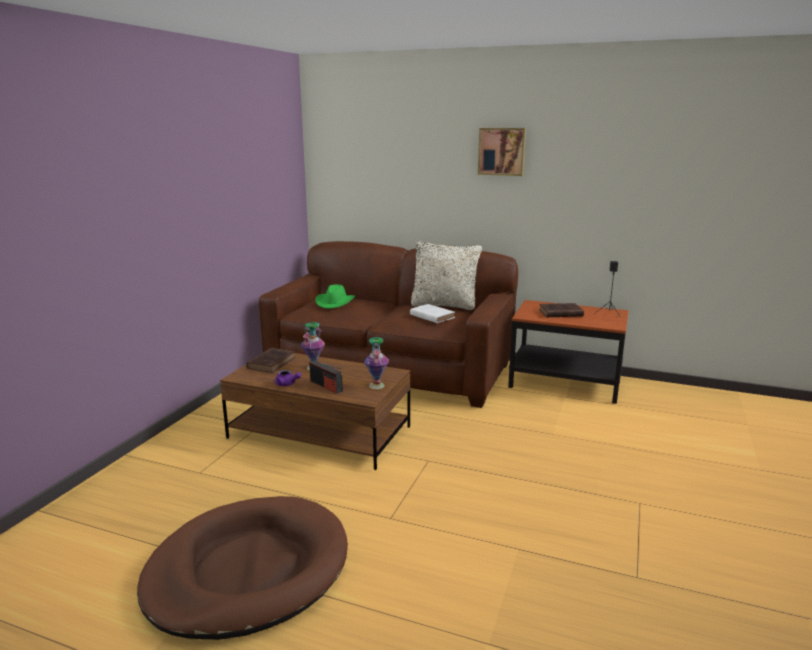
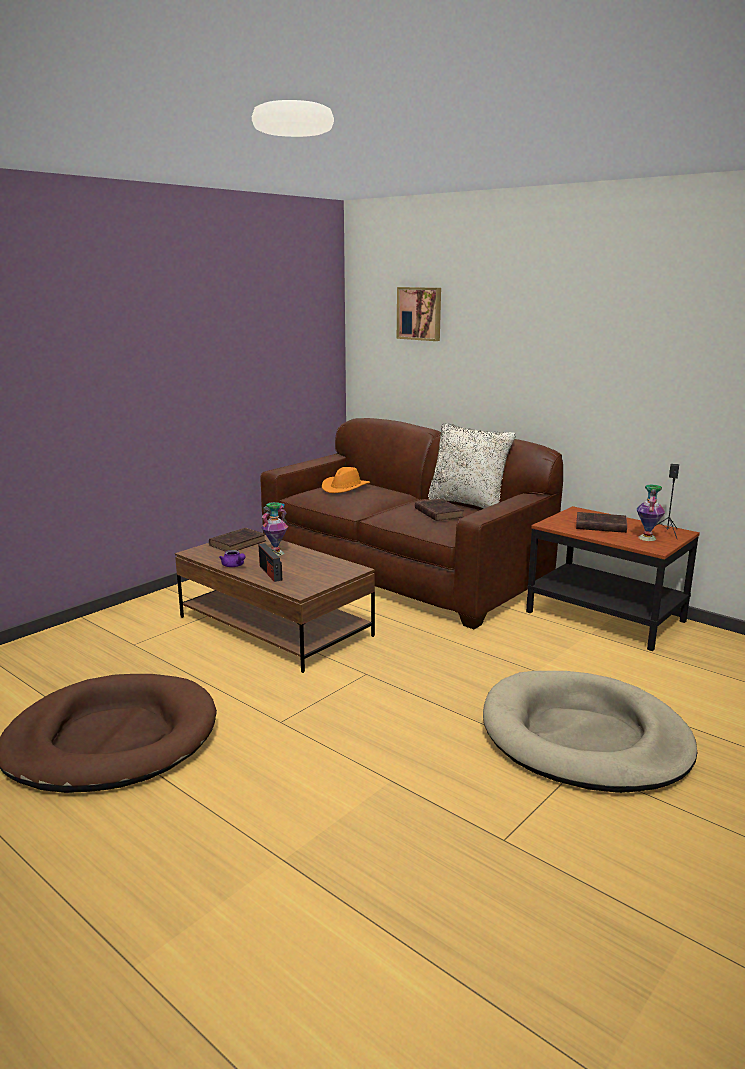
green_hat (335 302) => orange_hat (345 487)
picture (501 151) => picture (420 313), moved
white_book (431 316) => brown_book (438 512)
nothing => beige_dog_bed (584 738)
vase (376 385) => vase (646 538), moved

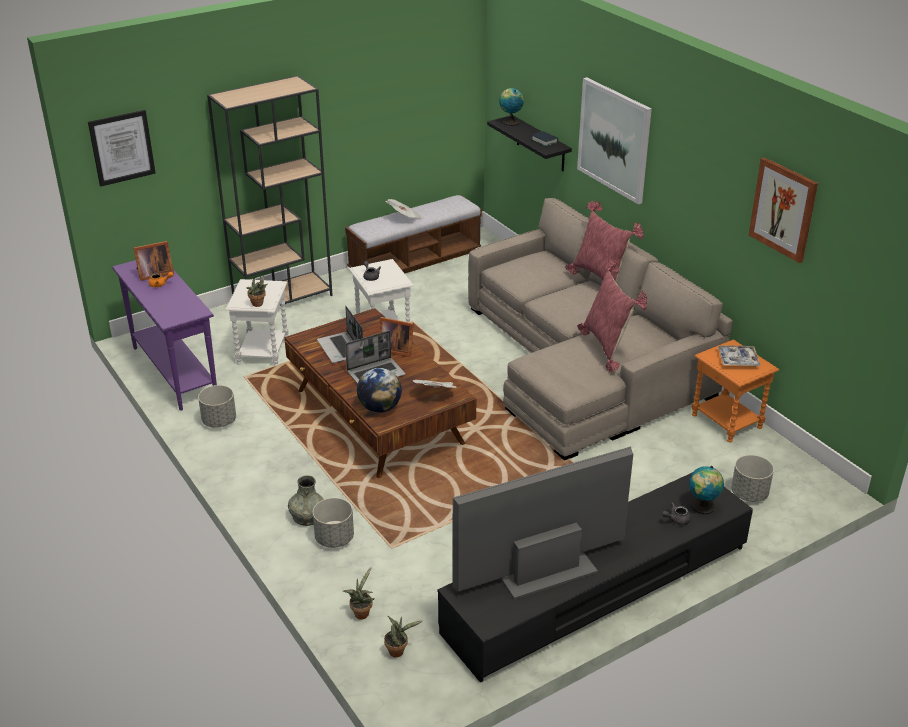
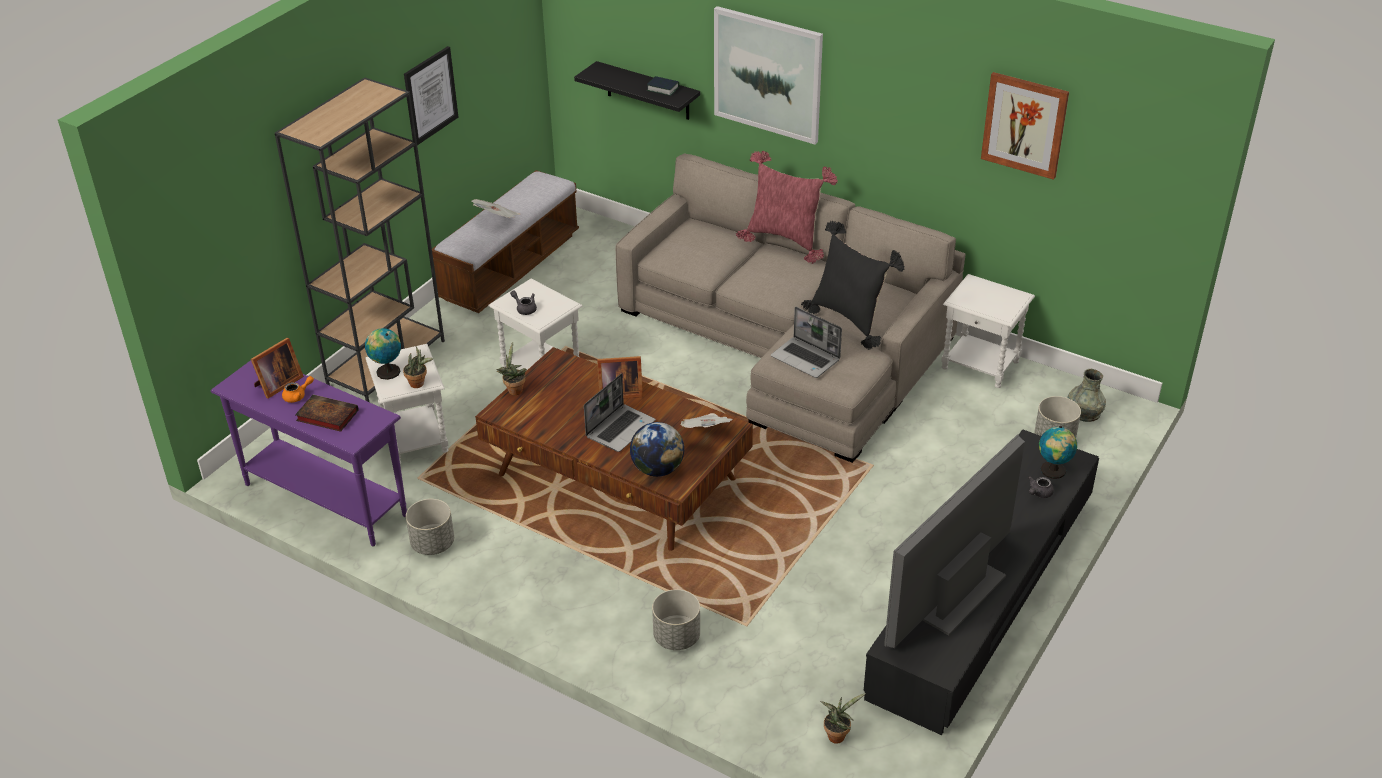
nothing => book (326 416)
globe (510 122) => globe (386 371), moved
picture (122 147) => picture (430 95), moved
potted_plant (361 612) => potted_plant (514 389), moved
laptop (341 349) => laptop (806 358), moved
red_pillow (608 351) => black_pillow (850 324)
orange_side_table (727 420) => white_side_table (980 364)
grey_vase (307 516) => grey_vase (1084 412), moved
tray (738 360) => nothing

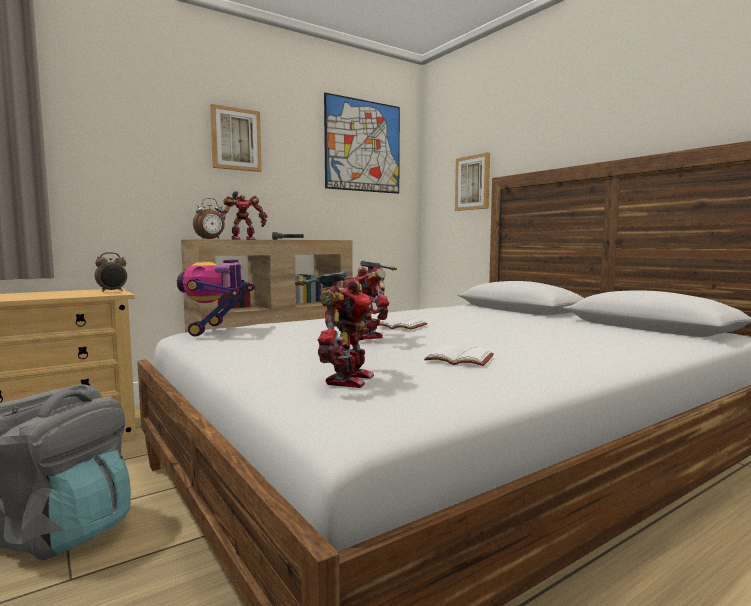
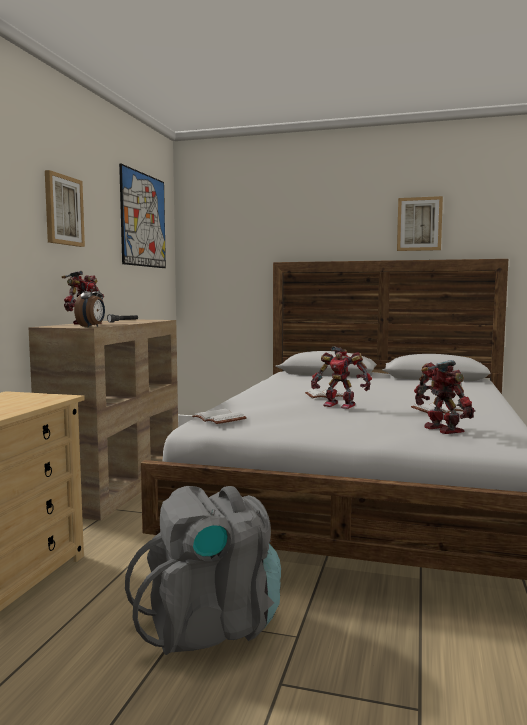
toy_robot (216 330) => white_book (220 419)
picture (473 183) => picture (419 224), moved
alarm_clock (112 291) => nothing

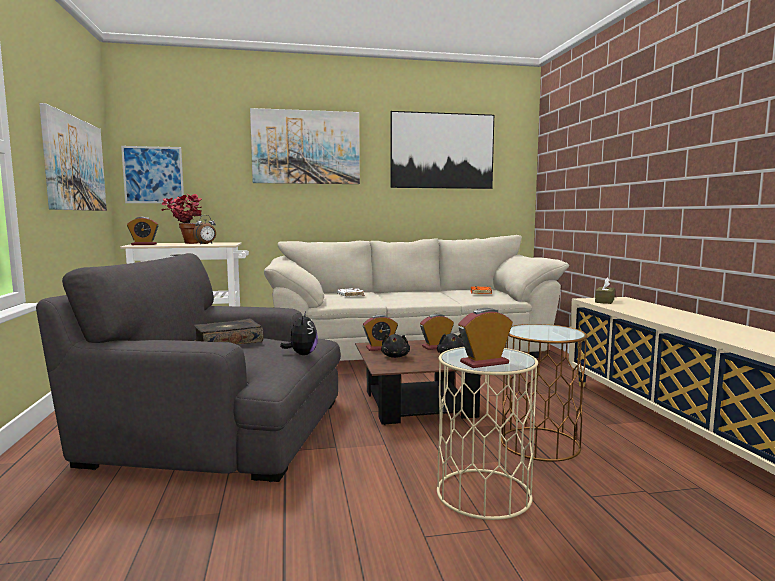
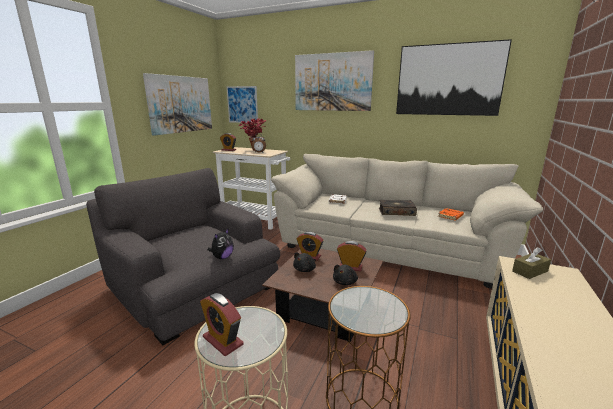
alarm_clock (484 363) => alarm_clock (223 341), 150 degrees counterclockwise
book (228 342) => book (396 212), moved

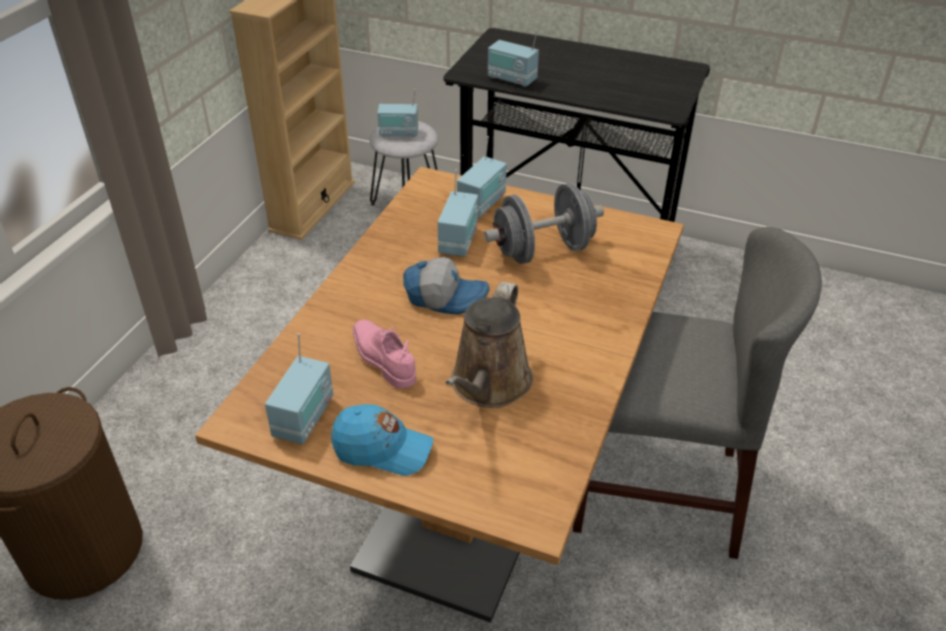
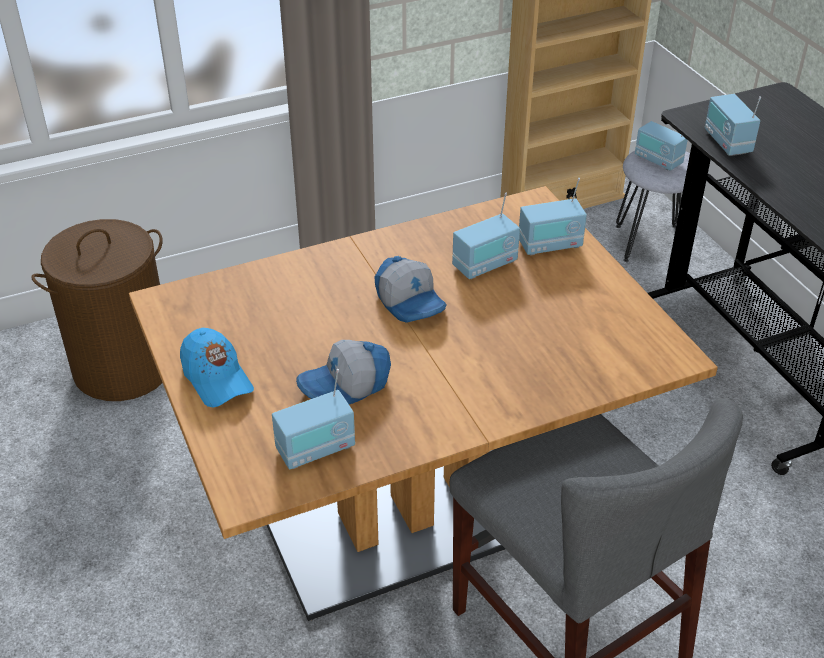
radio (304 418) => radio (316 449), moved
brown_watering_can (488 385) => cap (346 386)
pink_shoe (383 359) => nothing
grey_dumbbell (542 250) => nothing

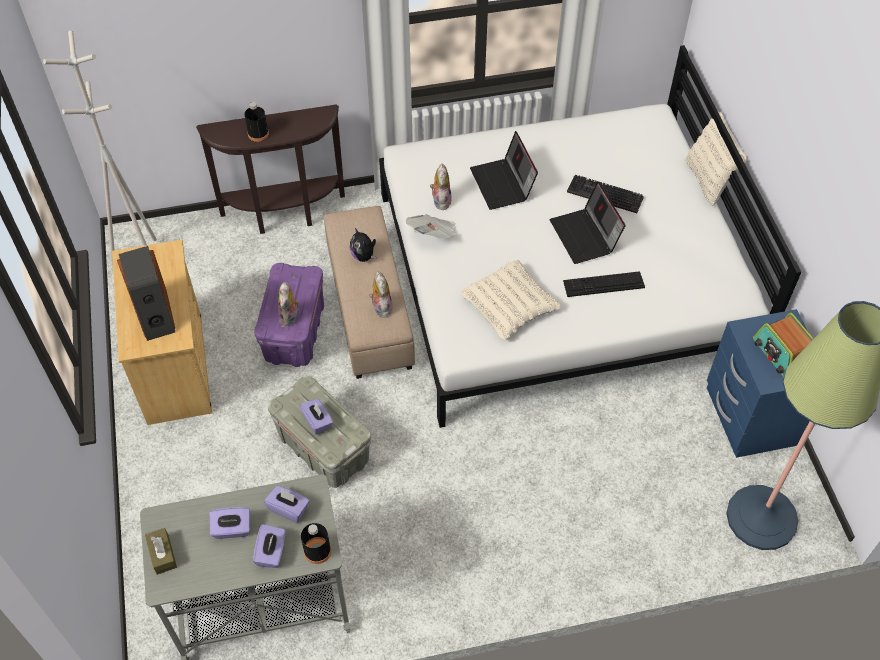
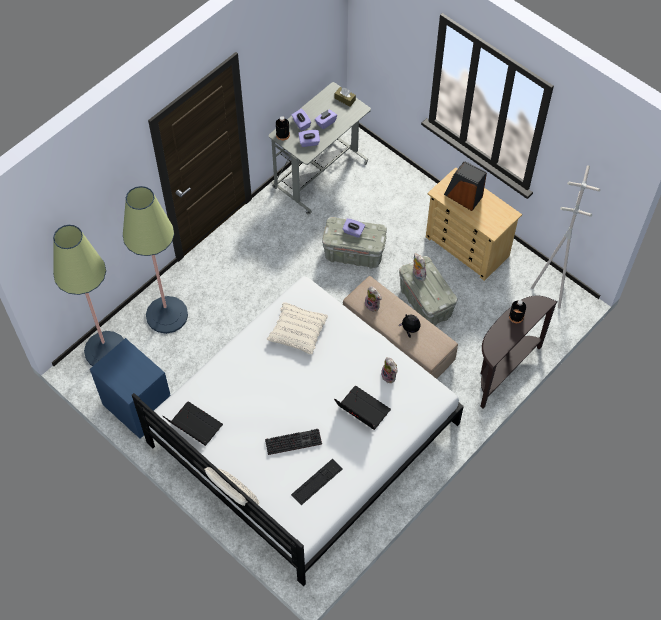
nothing => floor_lamp (167 315)
laptop (585 236) => laptop (193 426), moved
keyboard (603 284) => keyboard (317 482), moved
purple_storage_box (294 332) => grey_storage_box (426 302)
newspaper (433 235) => nothing
radio (781 354) => nothing

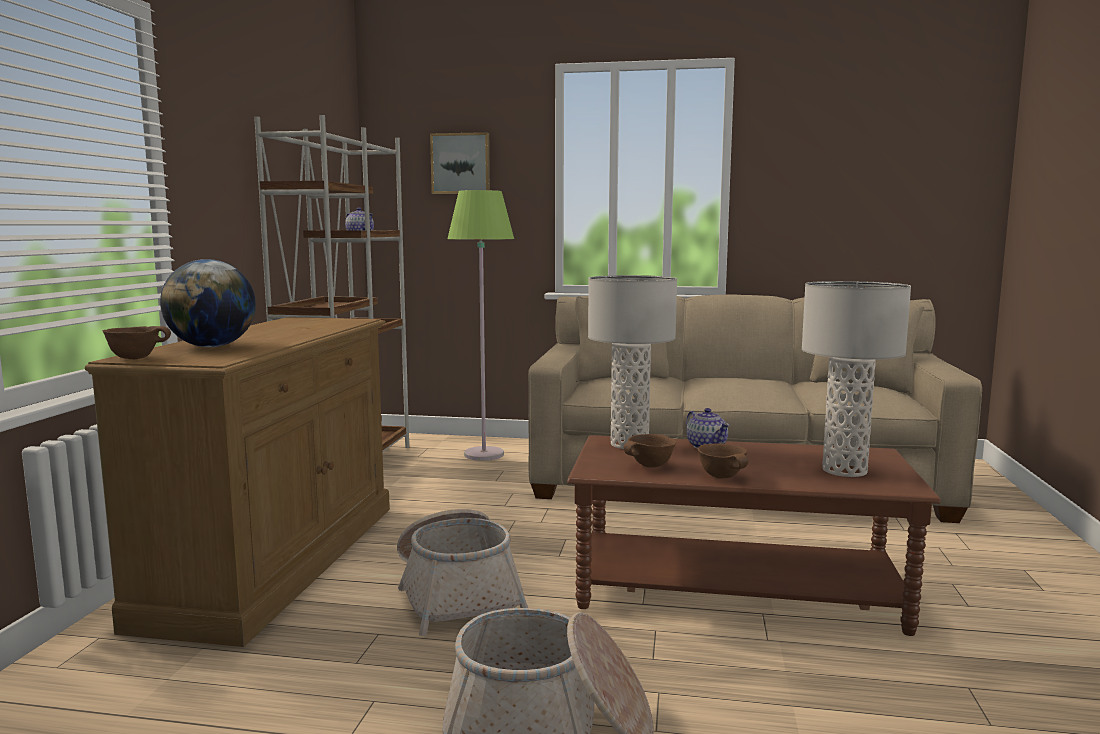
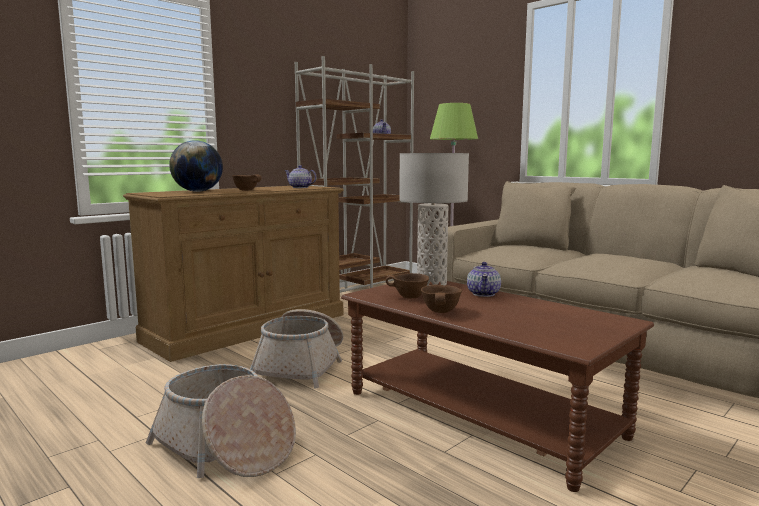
brown_bowl (136 358) => brown_bowl (247 190), moved
nothing => teapot (300 187)
picture (461 164) => nothing
white_table_lamp (845 470) => nothing

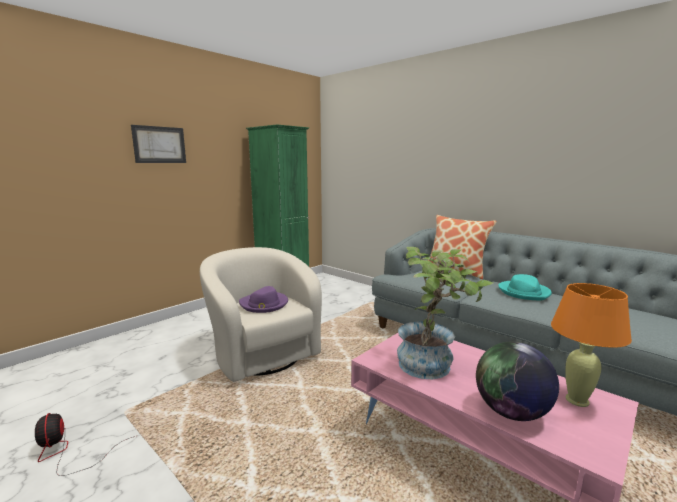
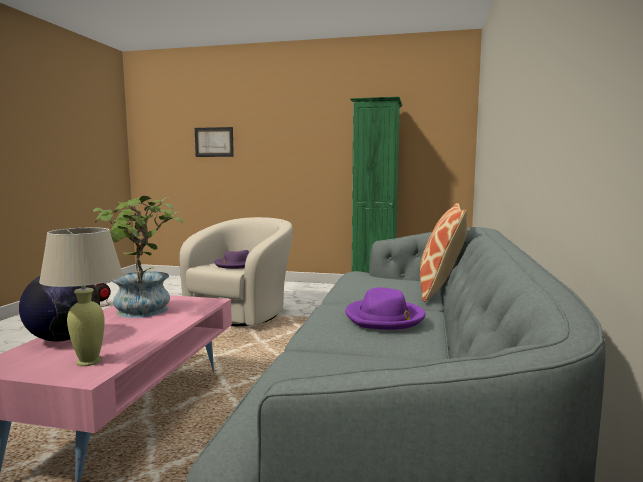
orange_table_lamp (576 400) => beige_table_lamp (89 361)
picture (159 145) => picture (214 142), moved
turquoise_hat (524 292) => purple_hat (384 318)

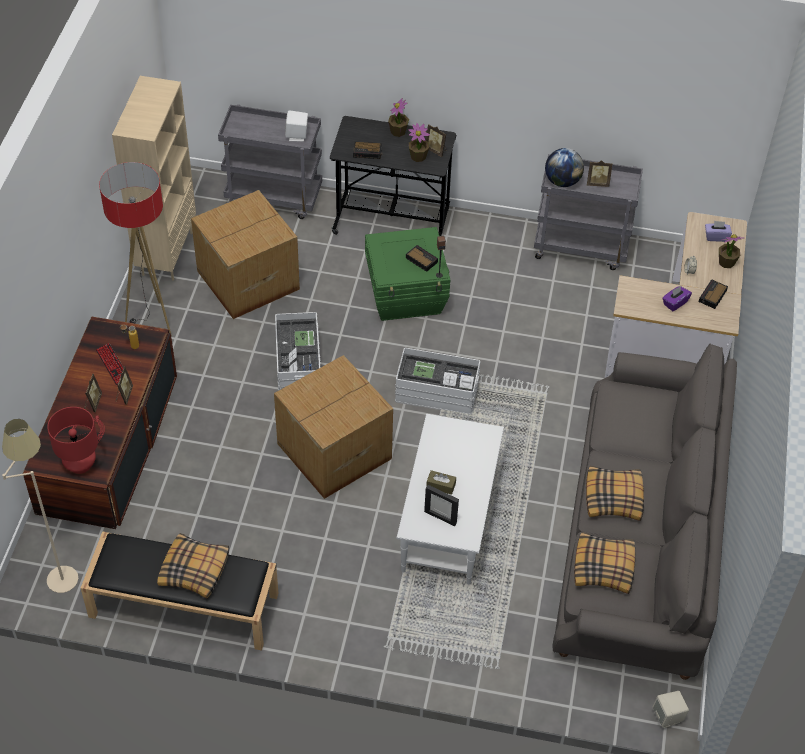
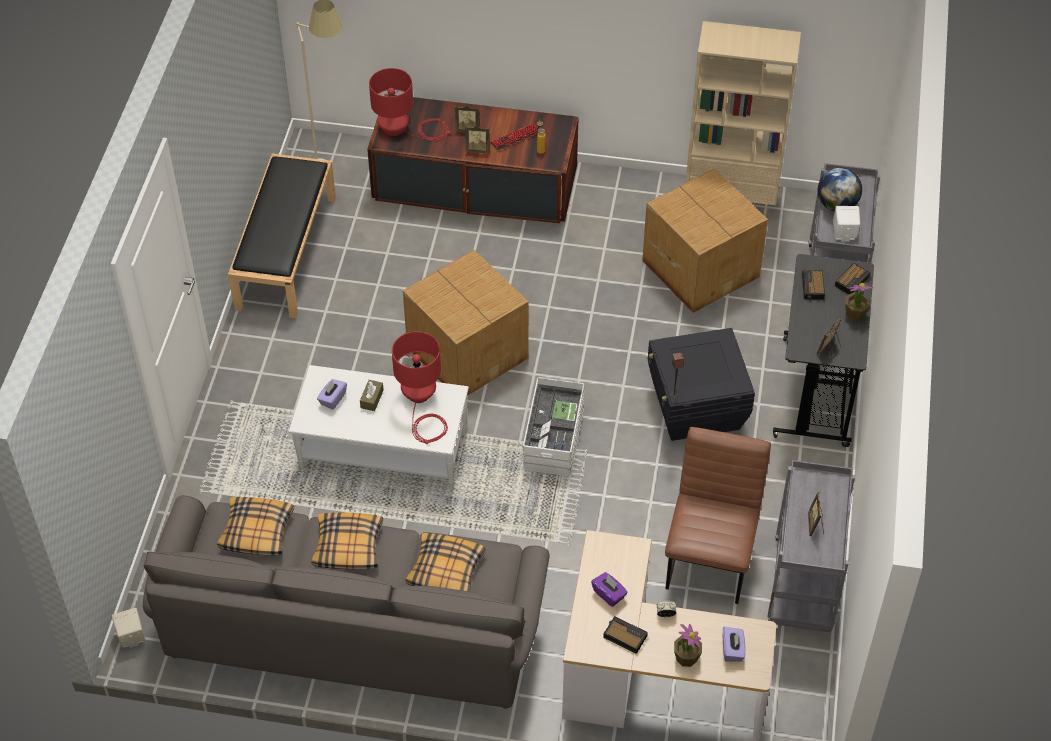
picture_frame (440 516) => purple_tissue_box (332 399)
nothing => red_table_lamp (422 407)
pillow (194 570) => pillow (445 571), moved
green_storage_box (406 295) => black_storage_box (696 408)
nothing => brown_chair (710 557)
globe (562 181) => globe (837 205), moved
alarm_clock (421 259) => alarm_clock (852 280), moved
floor_lamp (151 322) => nothing
white_storage_box (299 364) => nothing
potted_plant (418 156) => nothing

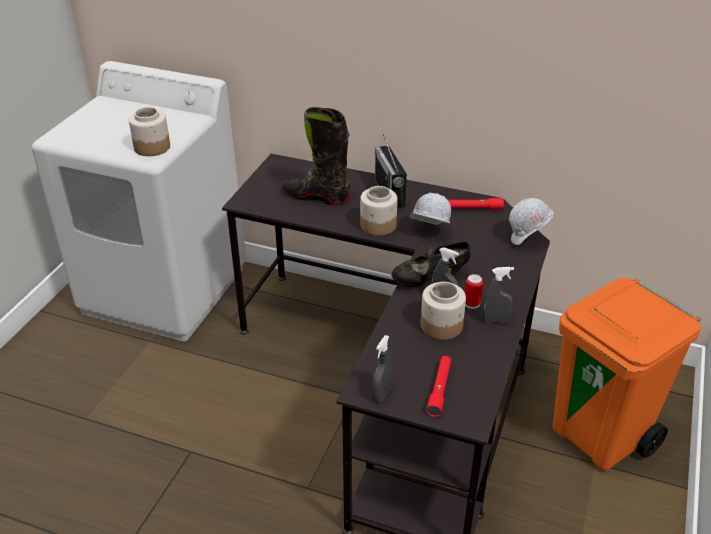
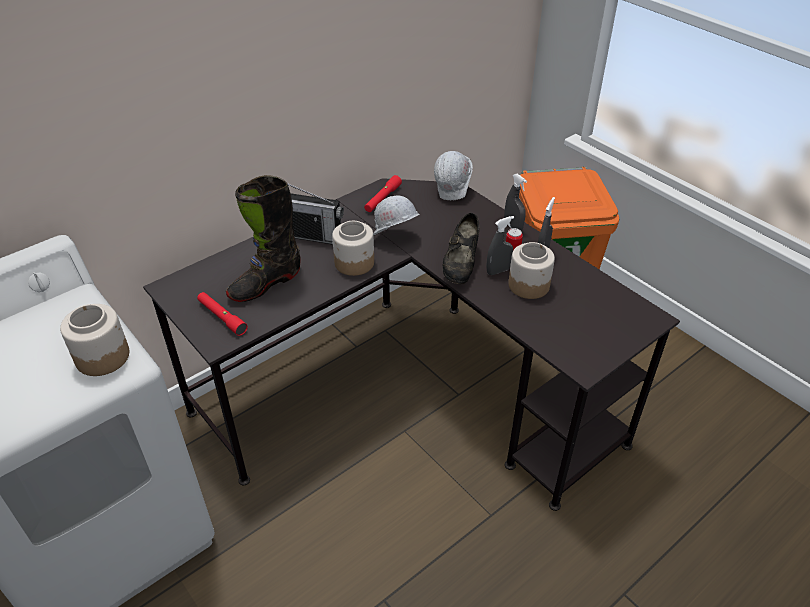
red_flashlight (439 389) => red_flashlight (222 317), moved
grey_spray_bottle (381 394) => grey_spray_bottle (513 227), moved

